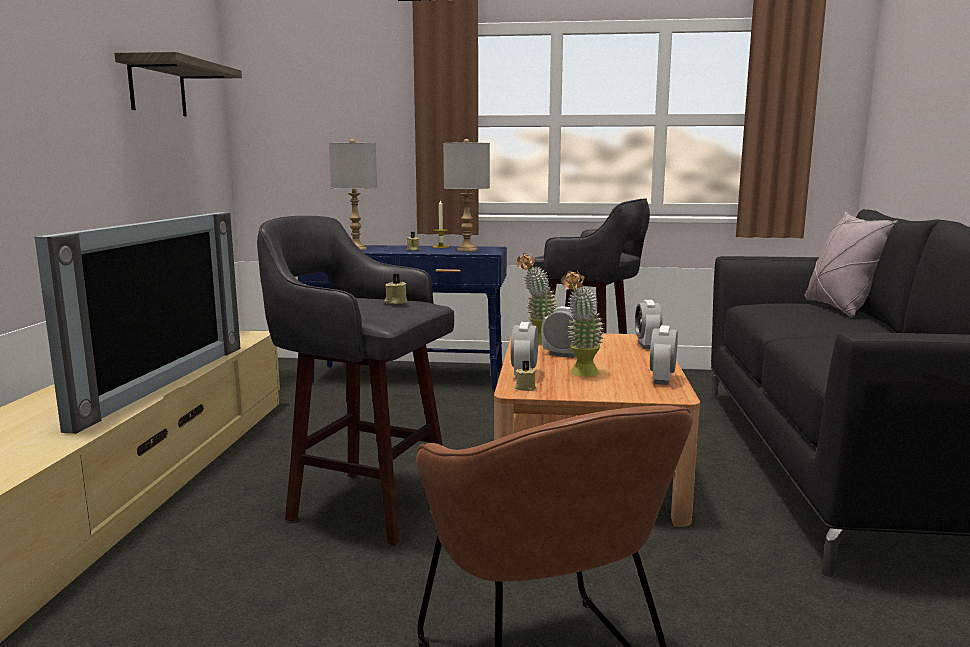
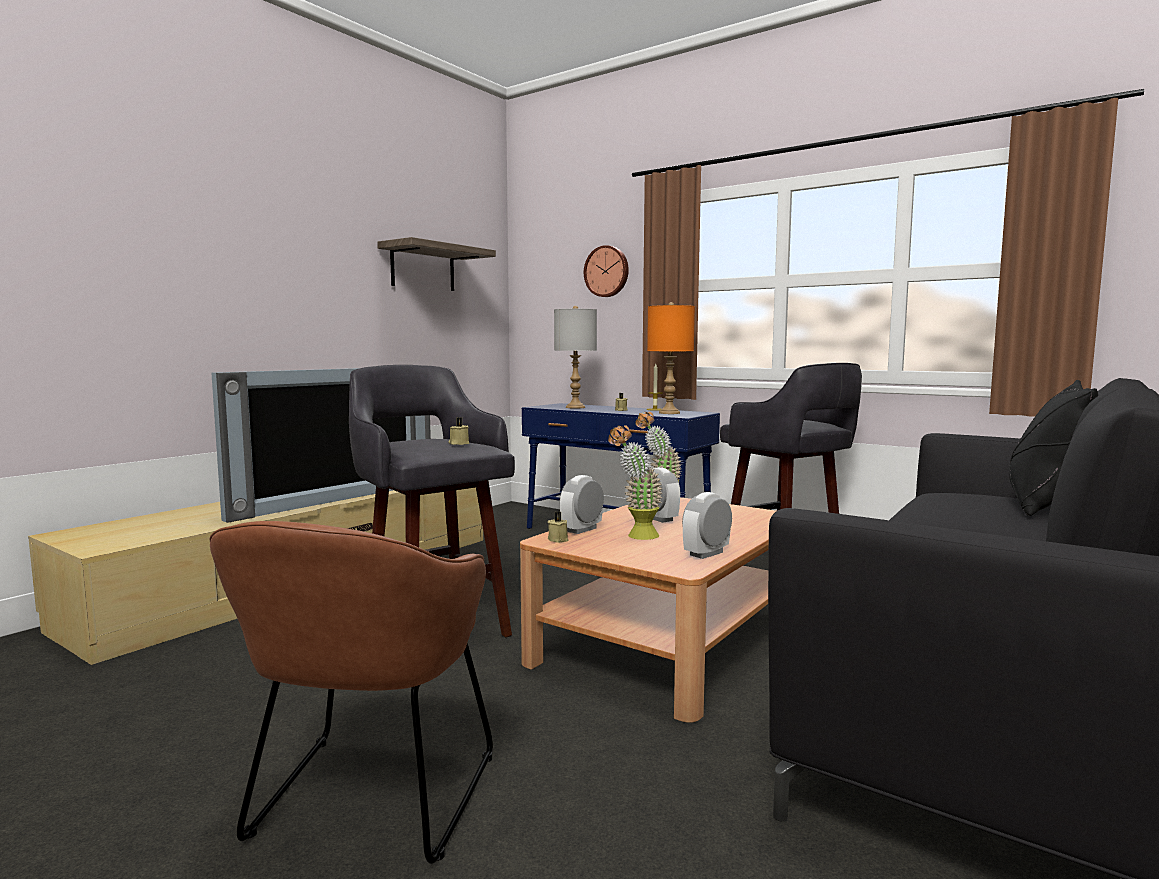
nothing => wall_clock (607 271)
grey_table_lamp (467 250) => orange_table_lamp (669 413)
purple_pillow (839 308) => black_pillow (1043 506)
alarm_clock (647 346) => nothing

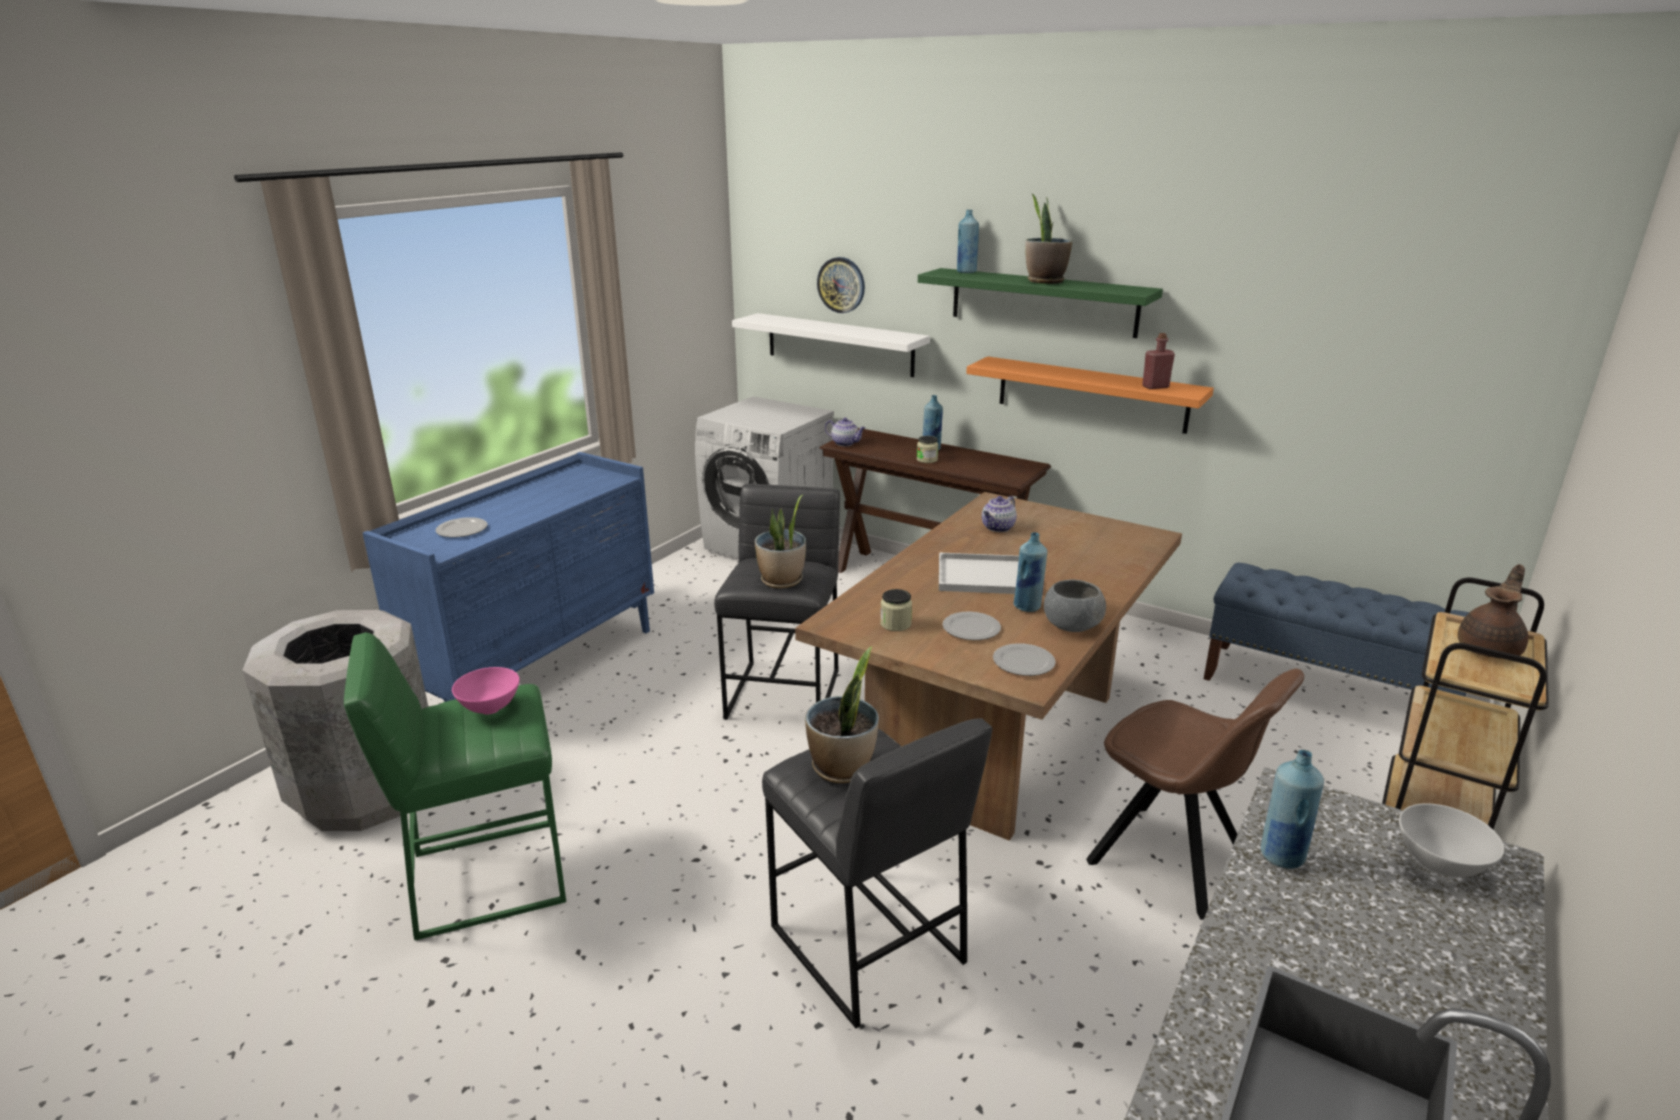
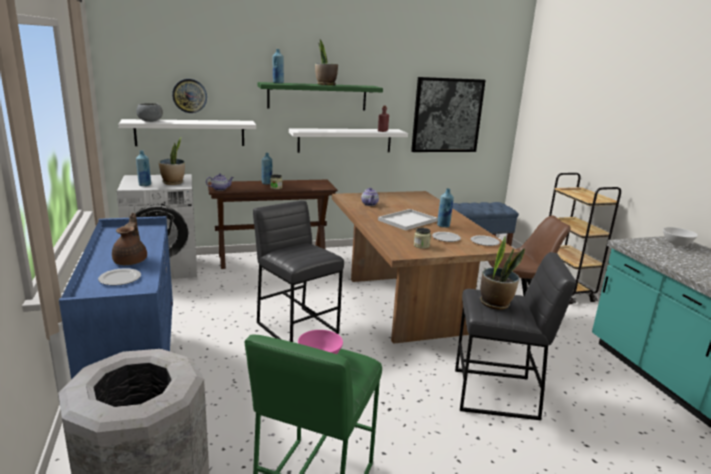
brown_teapot (1490 649) => brown_teapot (131 261), moved
grey_bowl (1072 625) => grey_bowl (150 121), moved
blue_bottle (1281 856) => blue_bottle (144 185), moved
potted_plant (782 581) => potted_plant (173 182), moved
orange_shelf (1091 394) => white_shelf (345 140)
nothing => picture (447 115)

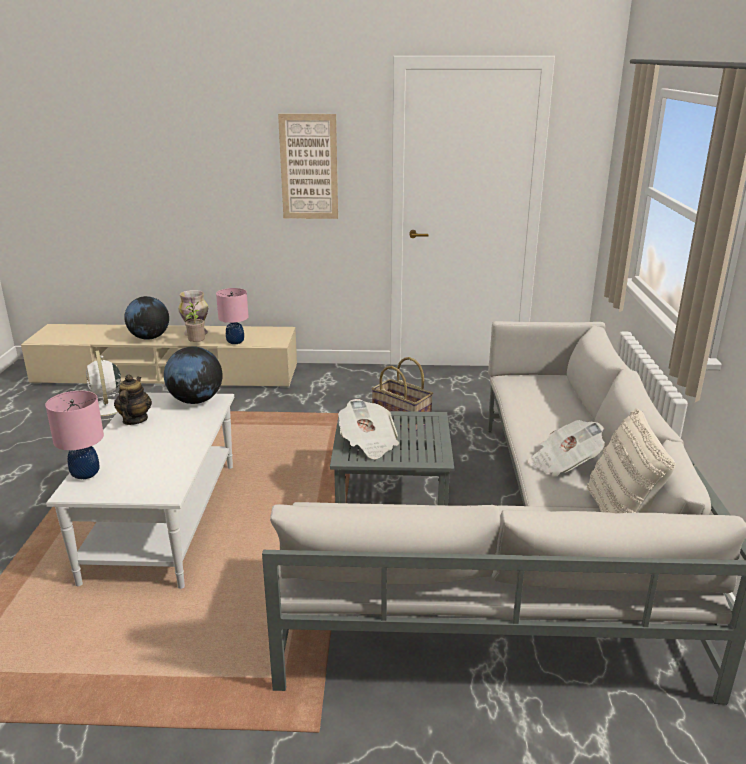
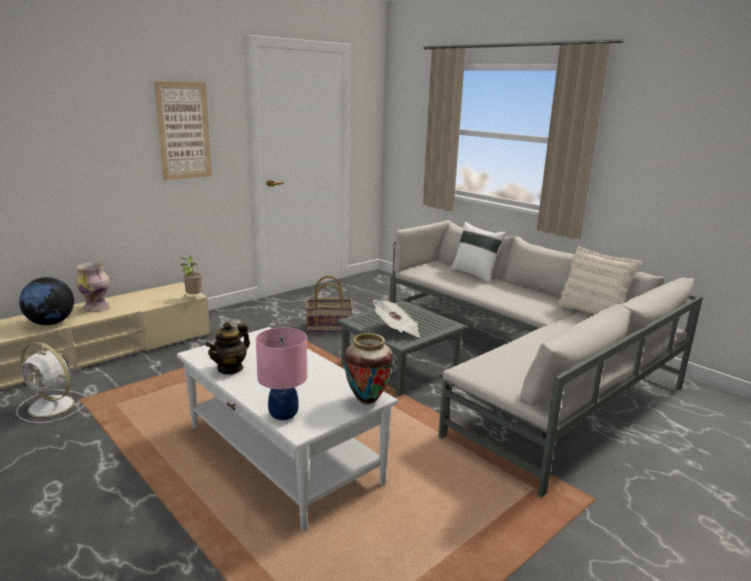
potted_plant (197 345) => potted_plant (193 297), moved
teapot (134 420) => teapot (230 368), 105 degrees counterclockwise
nothing => vase (367 400)
nothing => white_pillow (475 274)
globe (196 400) => nothing
pink_table_lamp (236 342) => nothing
newspaper (563 463) => nothing

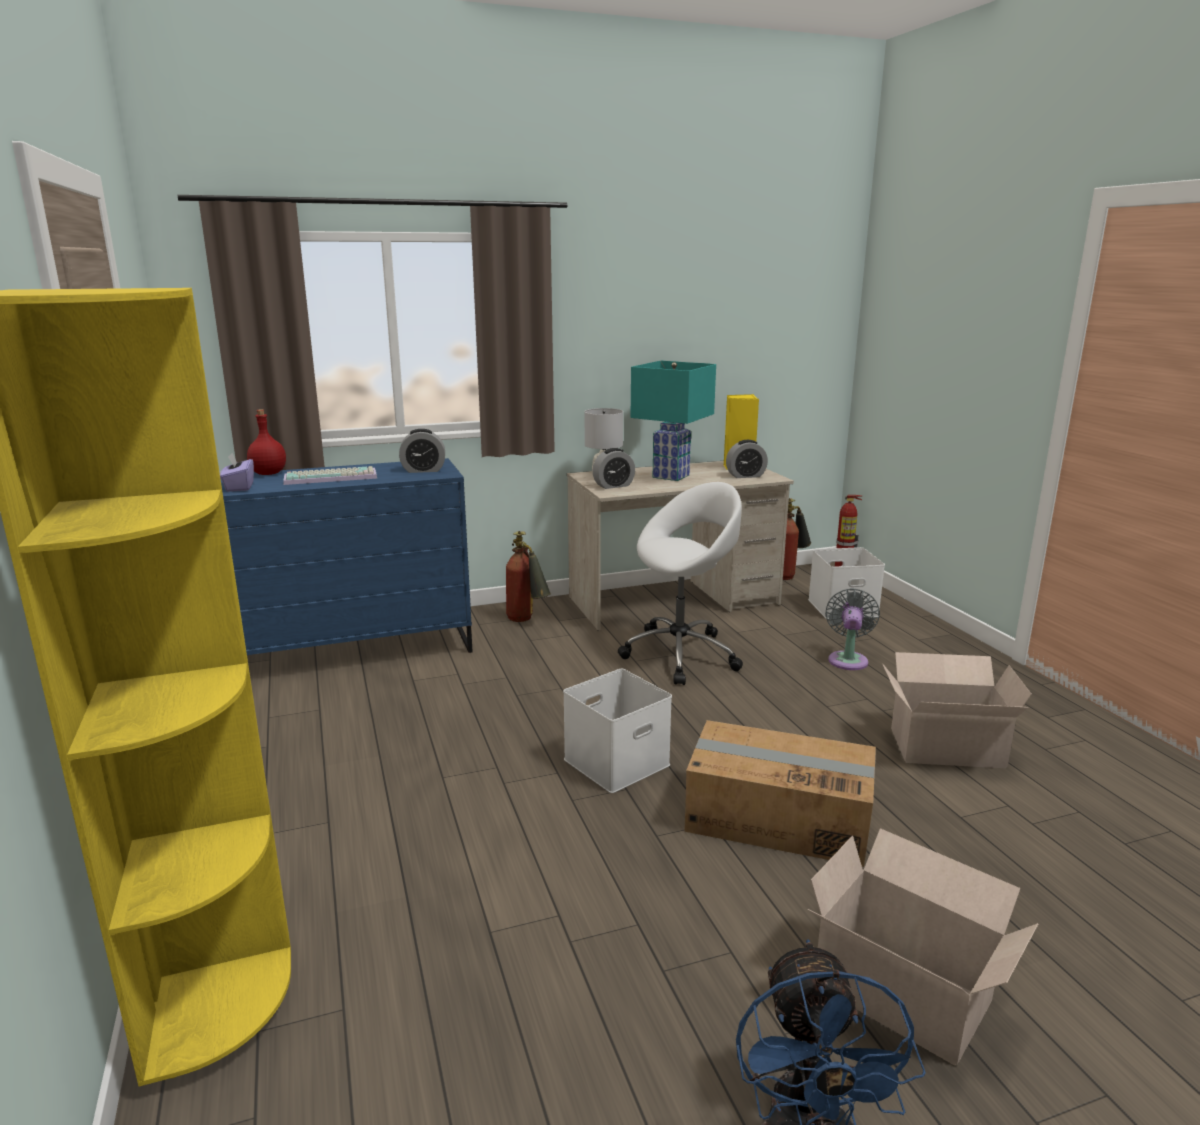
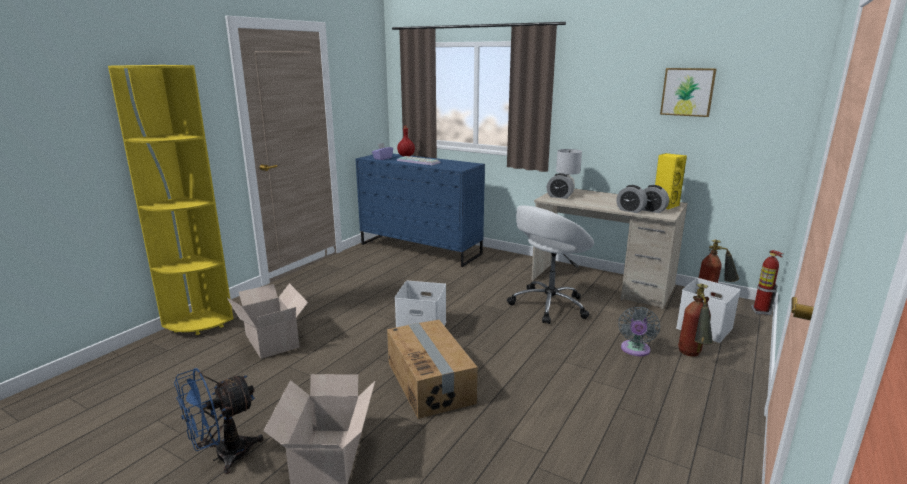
cardboard_box (943 747) => cardboard_box (272 340), moved
white_office_chair (682 654) => white_office_chair (547 306), 105 degrees clockwise
alarm_clock (423 470) => alarm_clock (630 210), moved
grey_fan (848 659) => grey_fan (635 350), 135 degrees clockwise
nothing => picture (687 92)
fire_extinguisher (527 621) => fire_extinguisher (692 357), moved
turquoise_table_lamp (671 476) => nothing

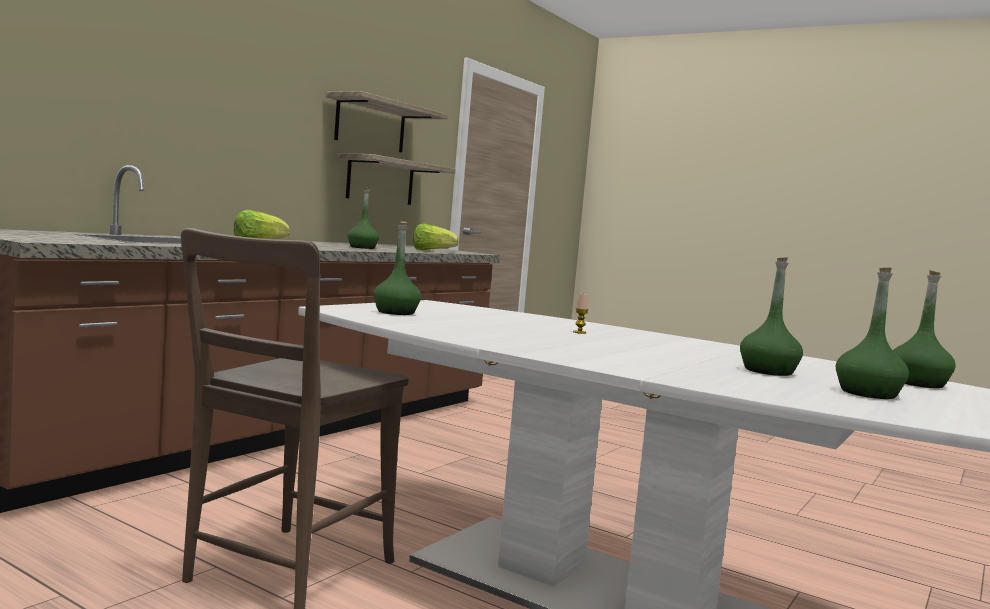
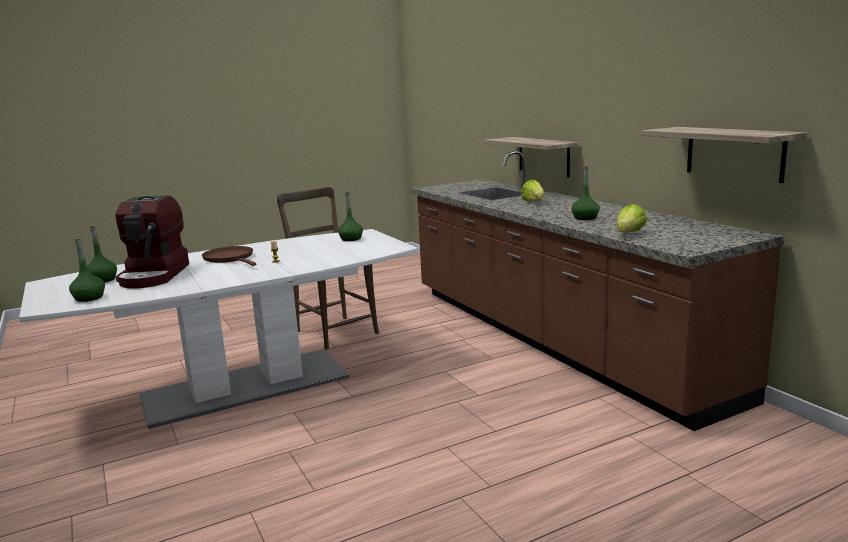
green_bottle (768 371) => coffee_machine (155 275)
nothing => brown_frying_pan (230 258)
shelf (370 125) => shelf (543 156), moved

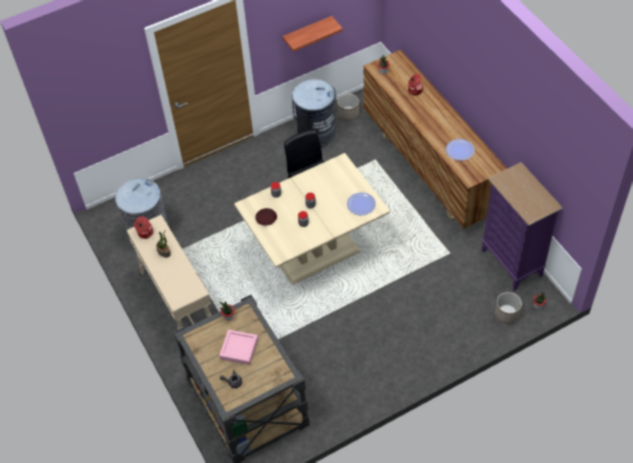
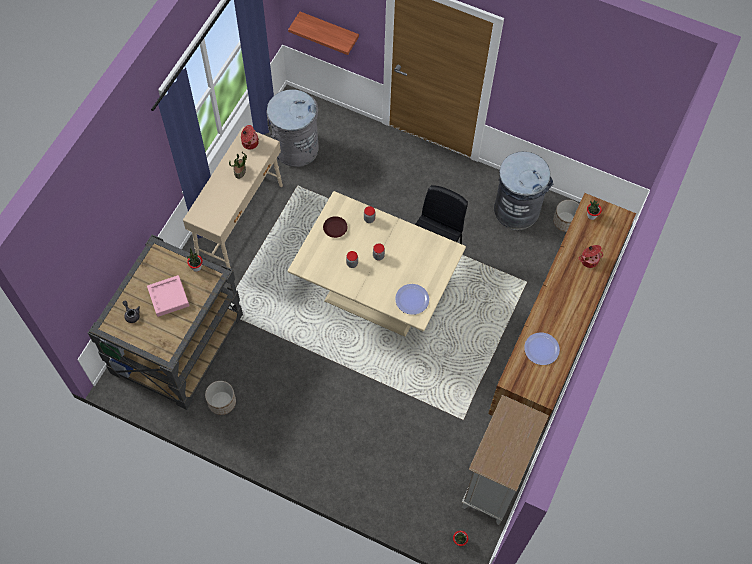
planter (506 314) => planter (222 402), moved
shelf (307 34) => shelf (329 31), moved
purple_dresser (511 264) => white_dresser (492 486)

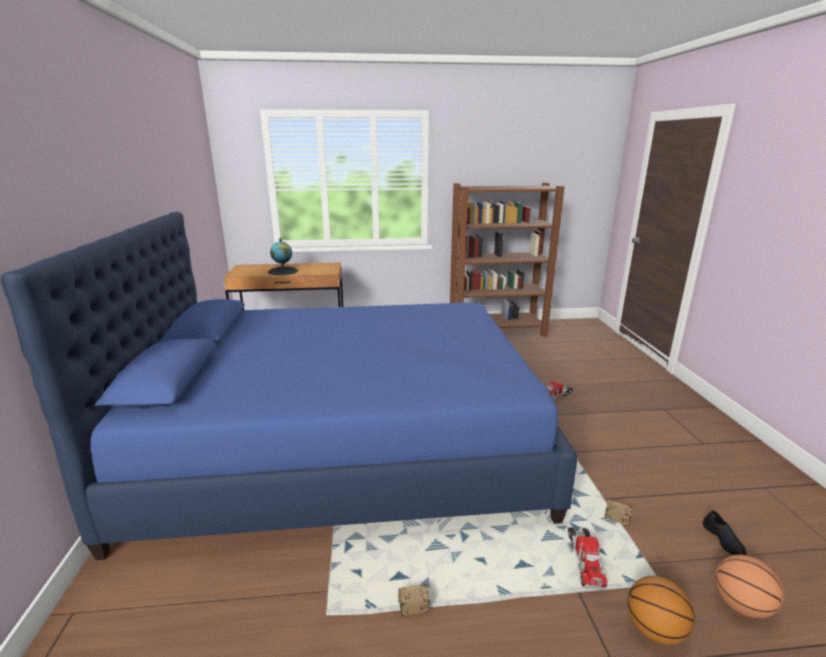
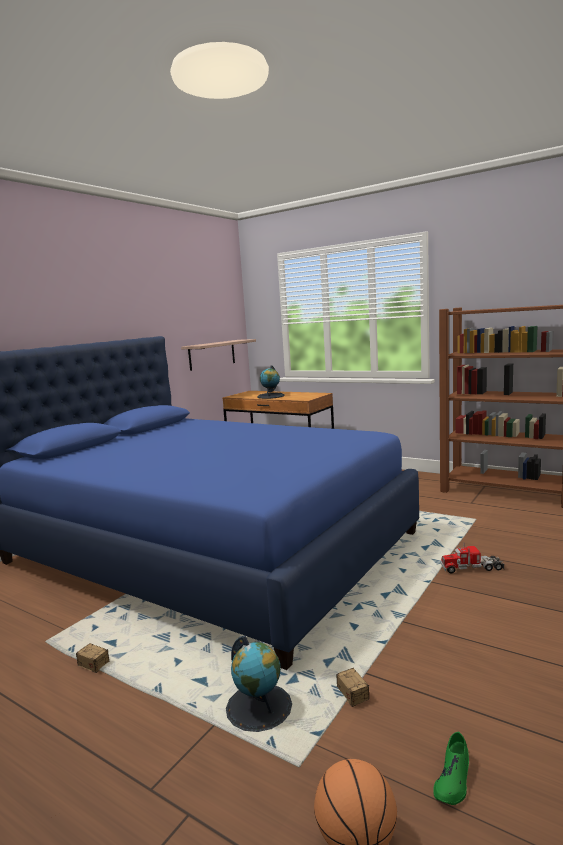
nothing => shelf (212 354)
toy_truck (584 560) => globe (259 707)
black_shoe (723 539) => green_shoe (453 779)
basketball (654 630) => nothing

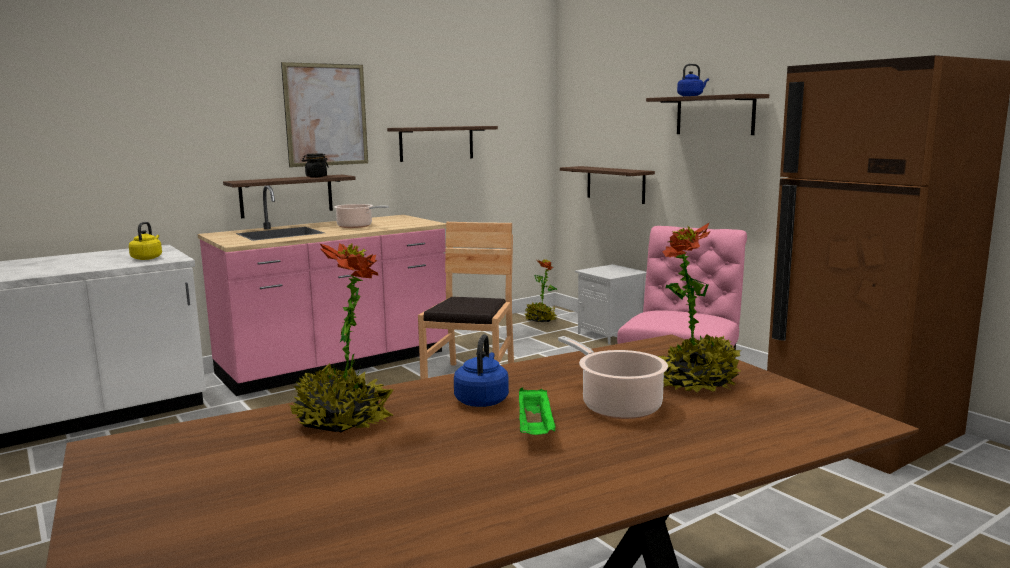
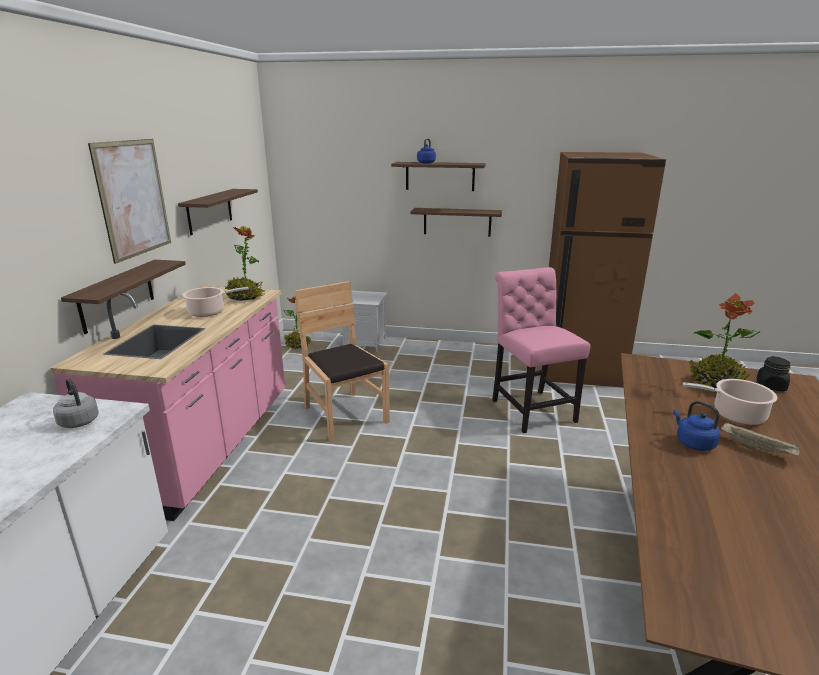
yellow_kettle (147 258) => grey_kettle (78 421)
potted_plant (342 421) => potted_plant (245 298), moved
shelf (615 184) => shelf (457 222), moved
green_tray (535 429) => beige_tray (758 449)
black_jar (316 177) => black_jar (771 386), moved

